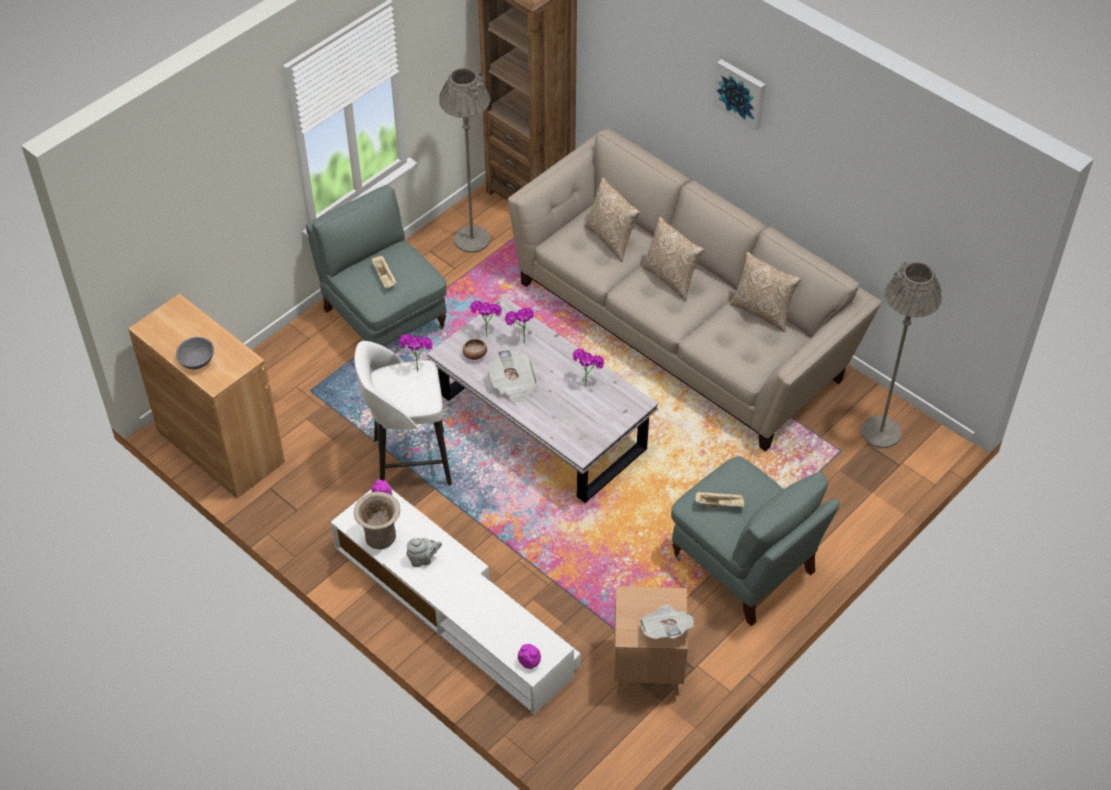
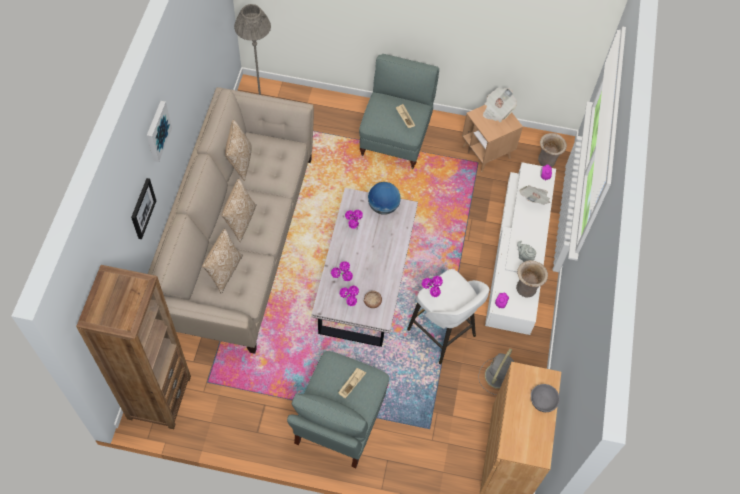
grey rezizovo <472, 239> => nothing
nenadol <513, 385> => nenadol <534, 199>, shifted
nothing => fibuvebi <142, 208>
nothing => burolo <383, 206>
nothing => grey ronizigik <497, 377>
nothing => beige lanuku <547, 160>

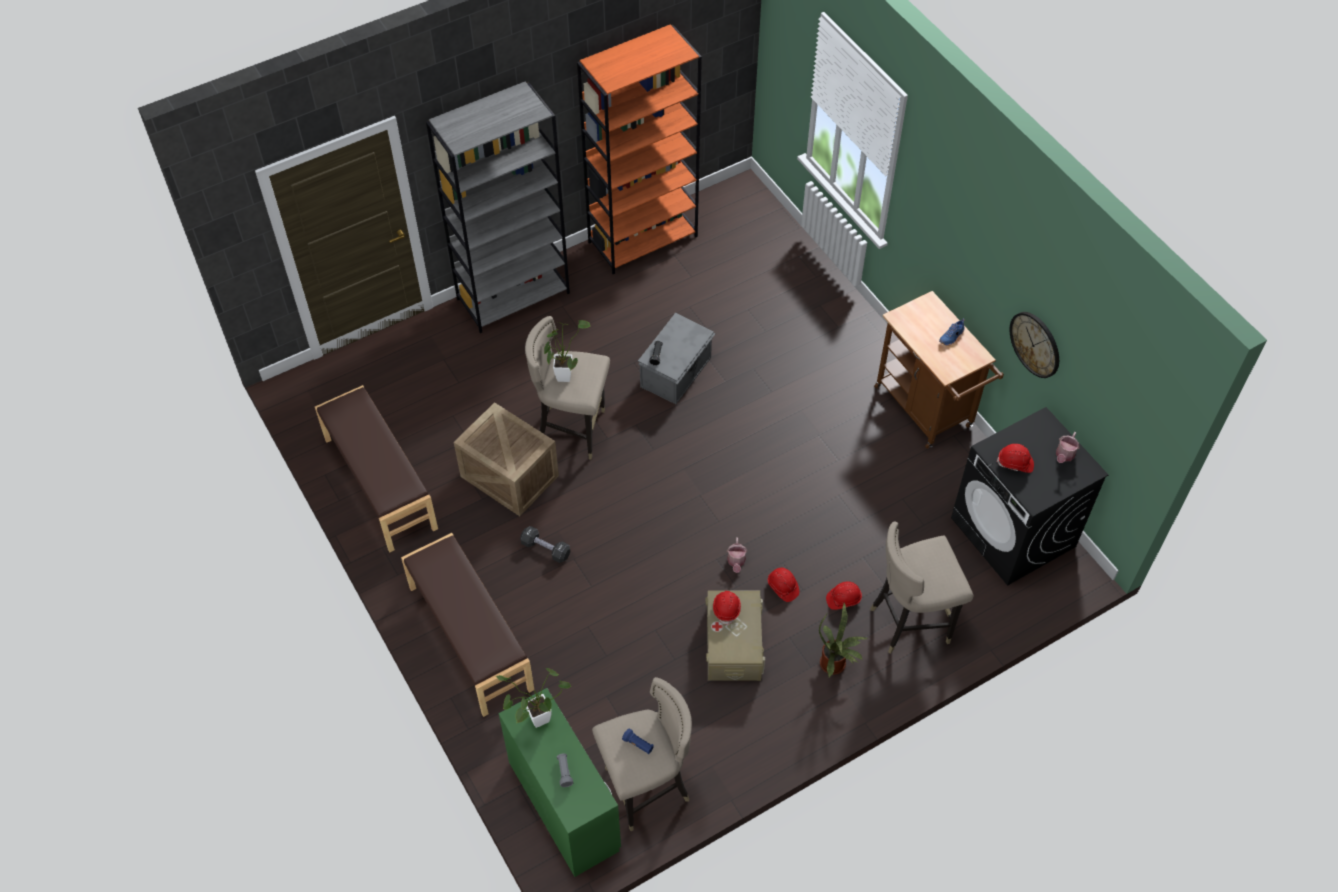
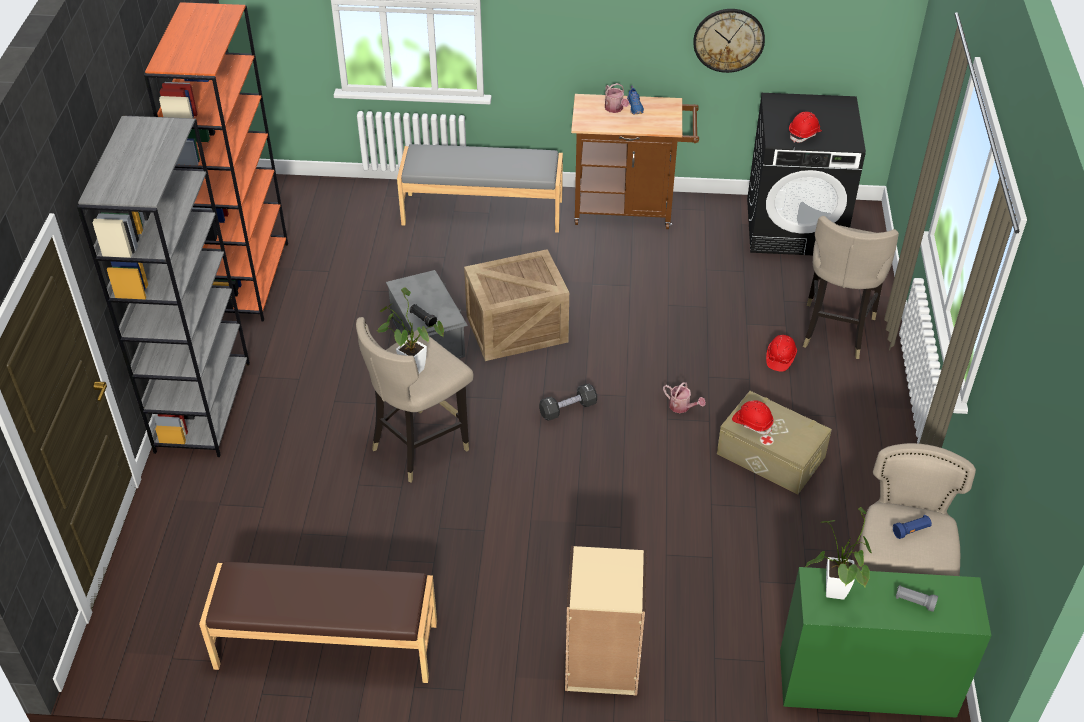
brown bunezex <469, 638> => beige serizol <602, 663>
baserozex <511, 476> => baserozex <518, 328>, shifted
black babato <545, 549> => black babato <568, 409>, shifted
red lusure <782, 587> => nothing
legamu <835, 664> => nothing
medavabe <1064, 456> => medavabe <615, 109>, shifted
nothing => grey bunezex <482, 211>

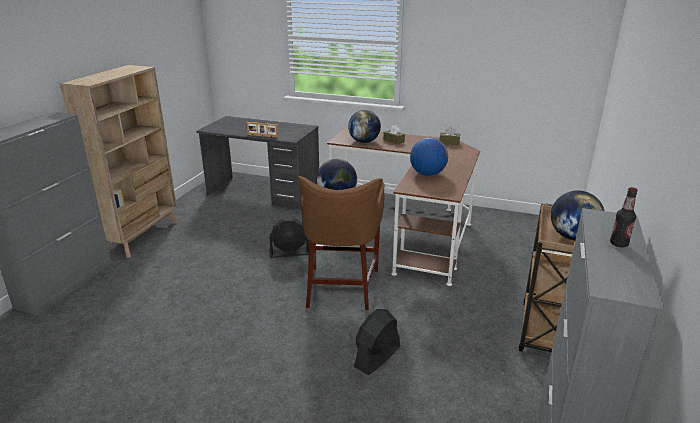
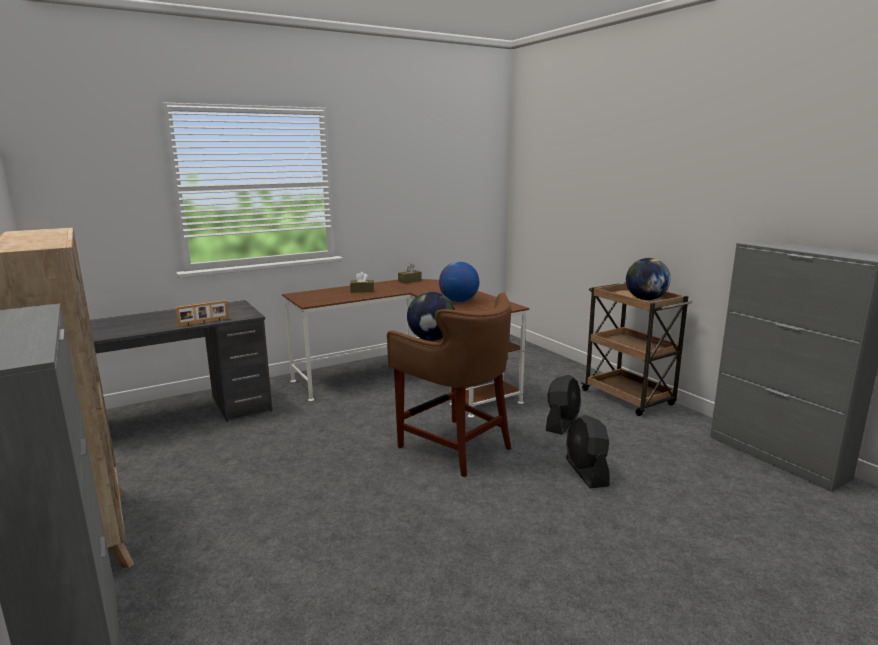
black ronizigik <290, 253> => black ronizigik <562, 423>, shifted
burolo <364, 141> => nothing
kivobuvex <619, 244> => nothing

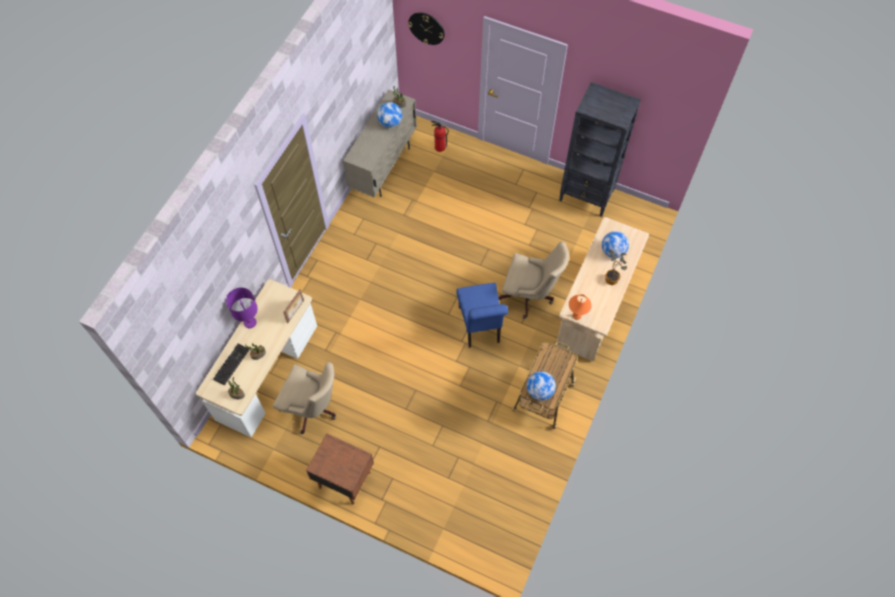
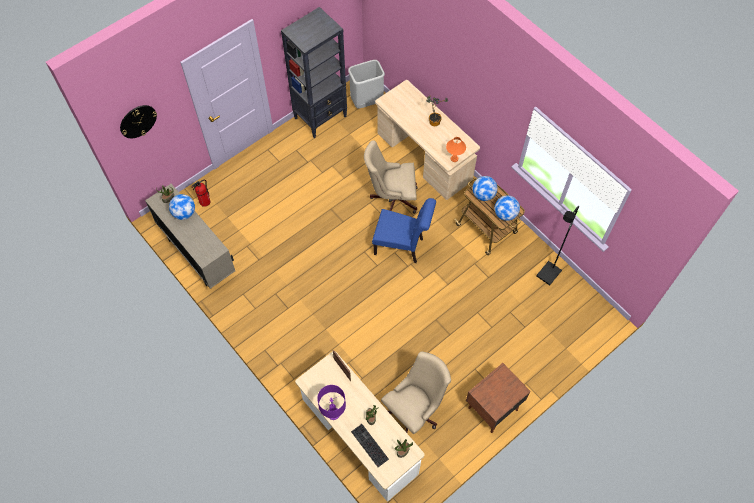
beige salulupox <529, 296> => beige salulupox <391, 198>, 135 degrees counterclockwise
burolo <613, 251> => burolo <483, 195>, shifted
nothing => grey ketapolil <367, 101>
nothing => black rezizovo <549, 274>

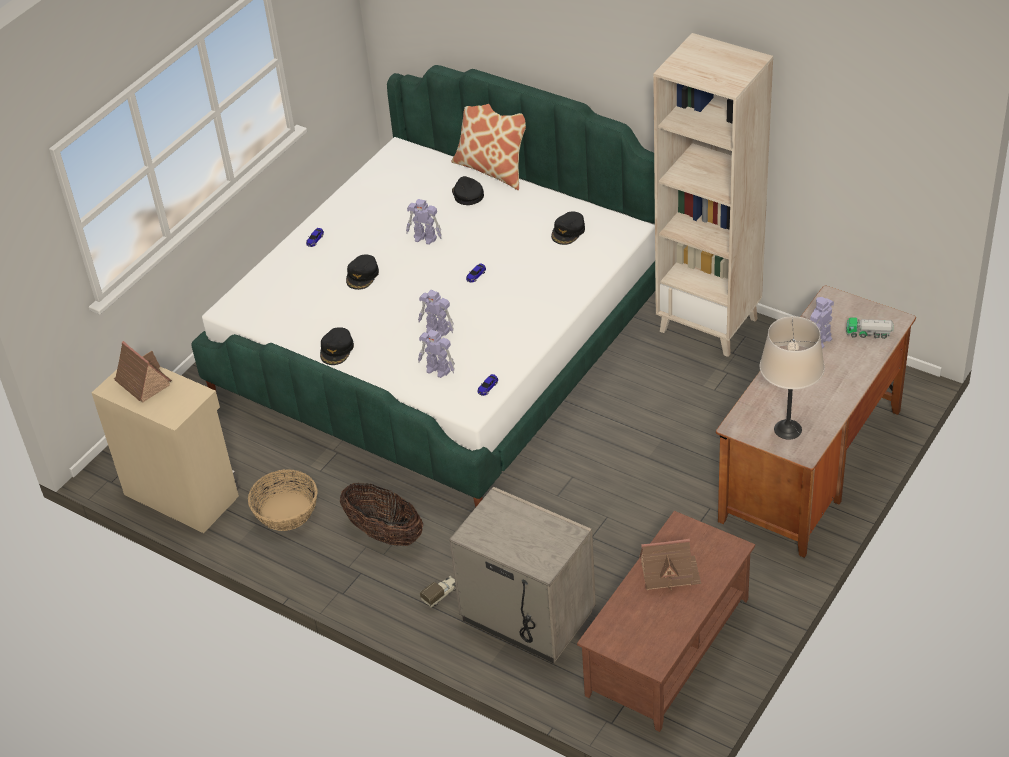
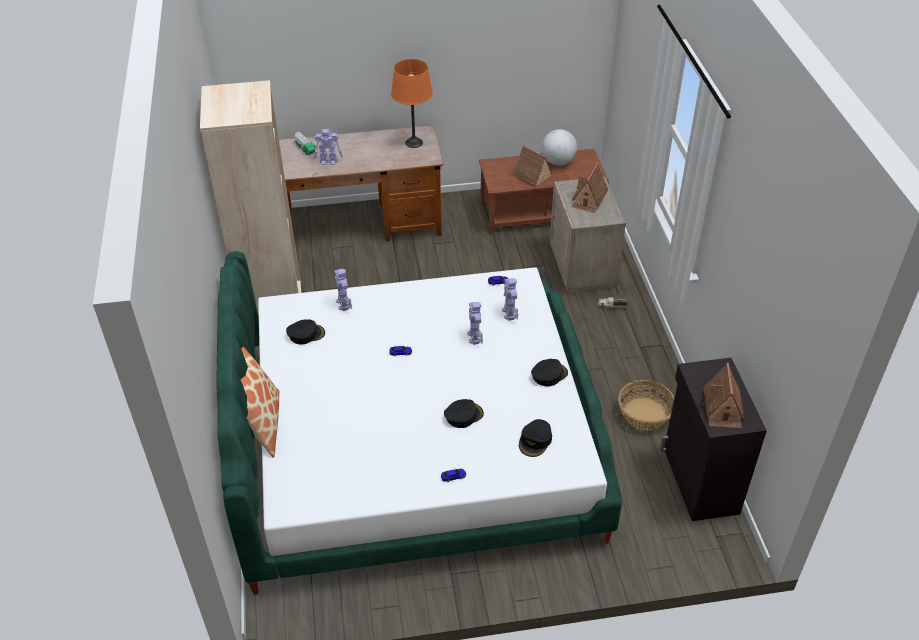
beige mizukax <182, 494> => black mizukax <699, 481>
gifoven <384, 533> => nothing
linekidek <425, 238> => linekidek <343, 303>, shifted
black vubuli <467, 194> => black vubuli <535, 441>, shifted
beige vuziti <787, 429> => orange vuziti <414, 142>
nothing => burolo <558, 162>
nothing => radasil <589, 199>

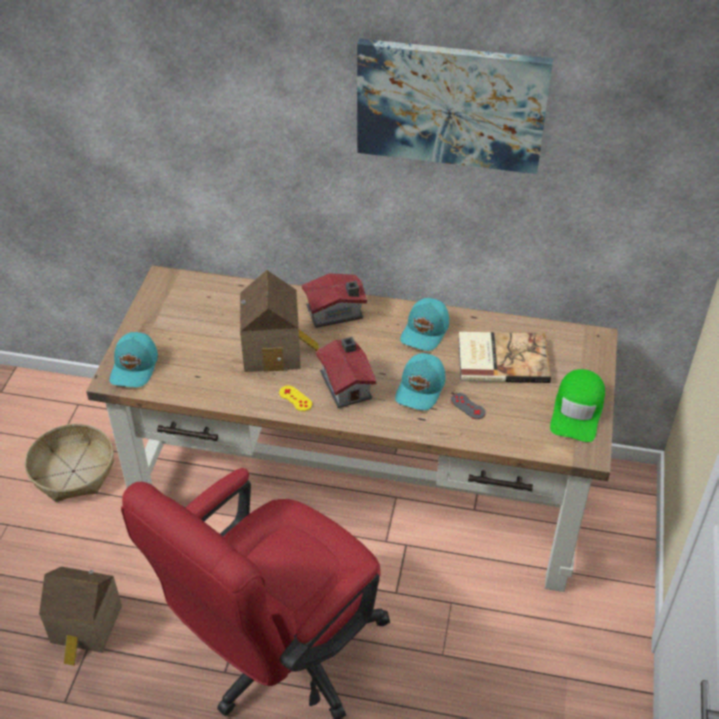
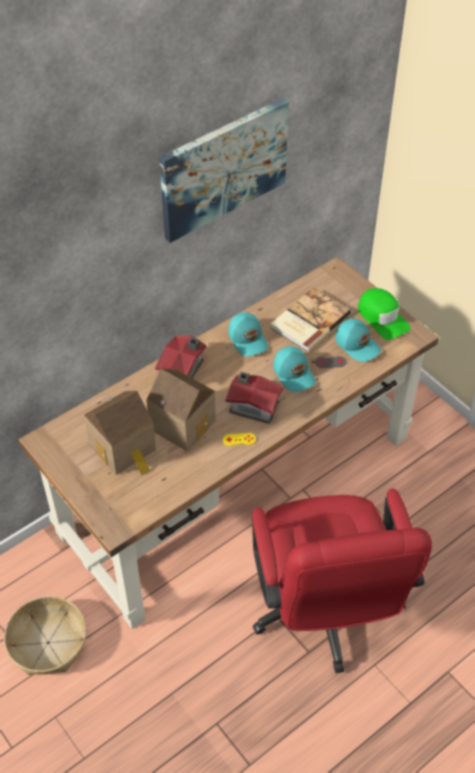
radasil <86, 627> => radasil <125, 449>, shifted
turquoise vubuli <135, 367> => turquoise vubuli <357, 344>, shifted

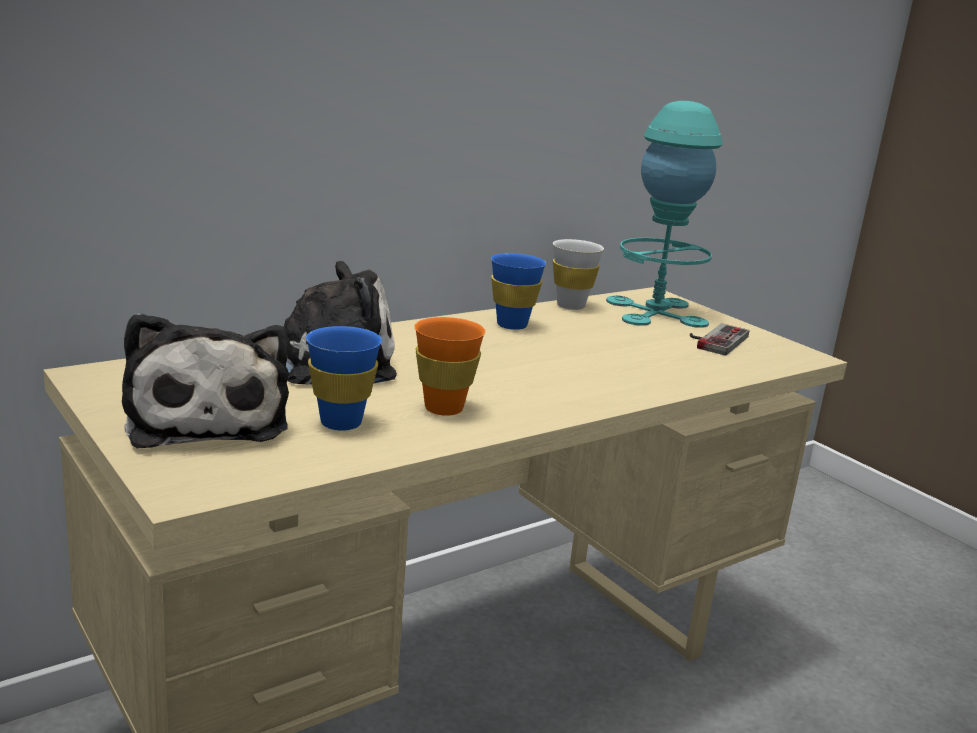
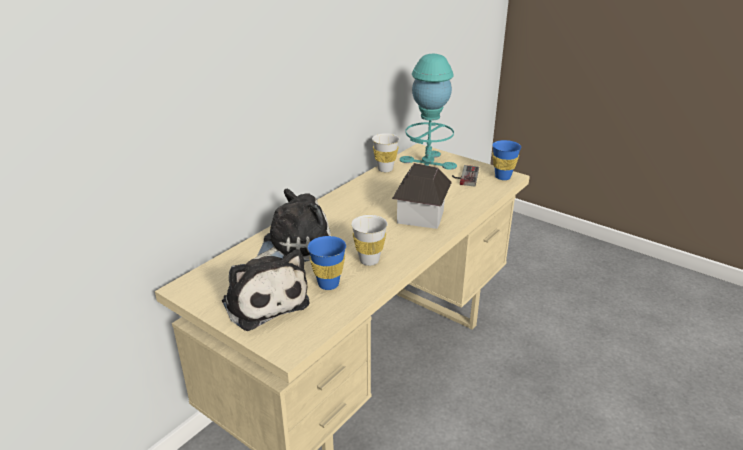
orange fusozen <443, 408> => white fusozen <369, 260>
blue fusozen <512, 325> => blue fusozen <502, 177>, shifted
nothing => radasil <421, 216>

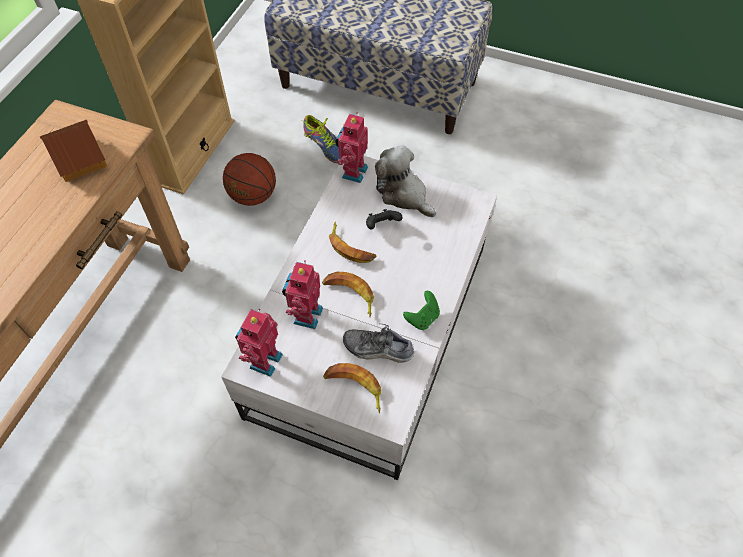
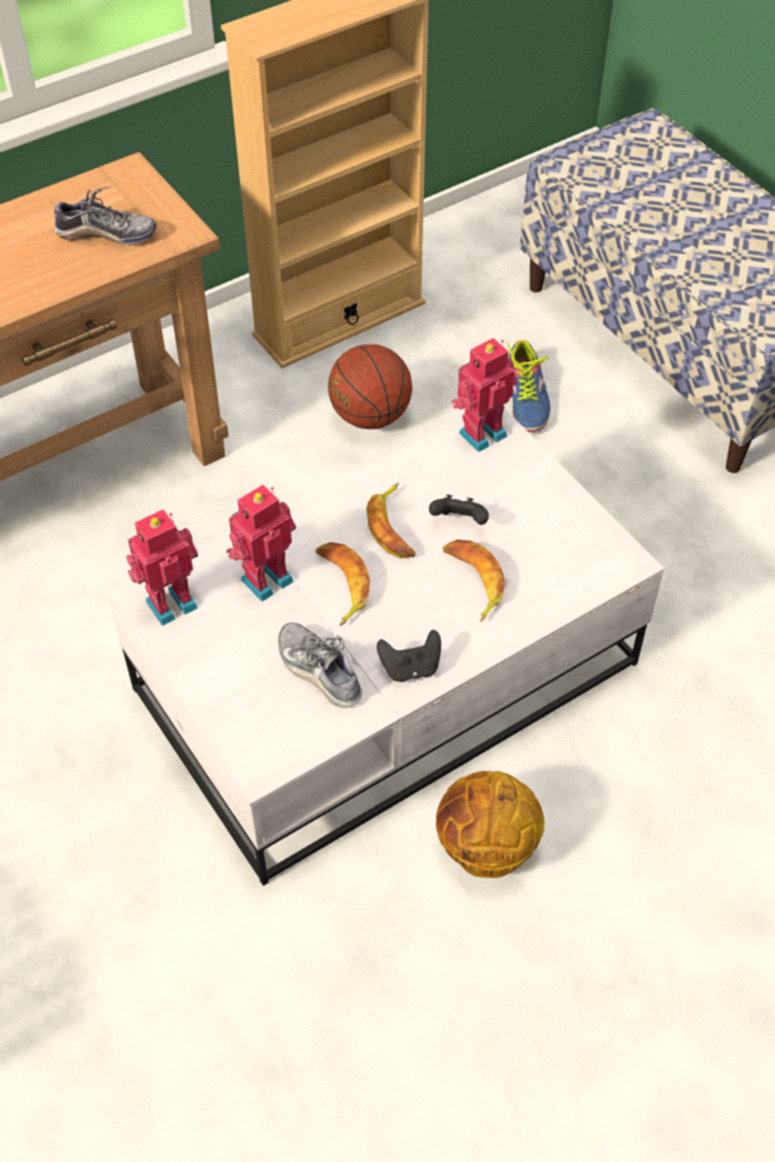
radasil <79, 159> => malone <107, 234>
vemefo <354, 388> => vemefo <472, 582>, shifted
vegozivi <404, 194> => nothing
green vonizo <422, 318> => black vonizo <410, 668>
nothing => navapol <485, 848>

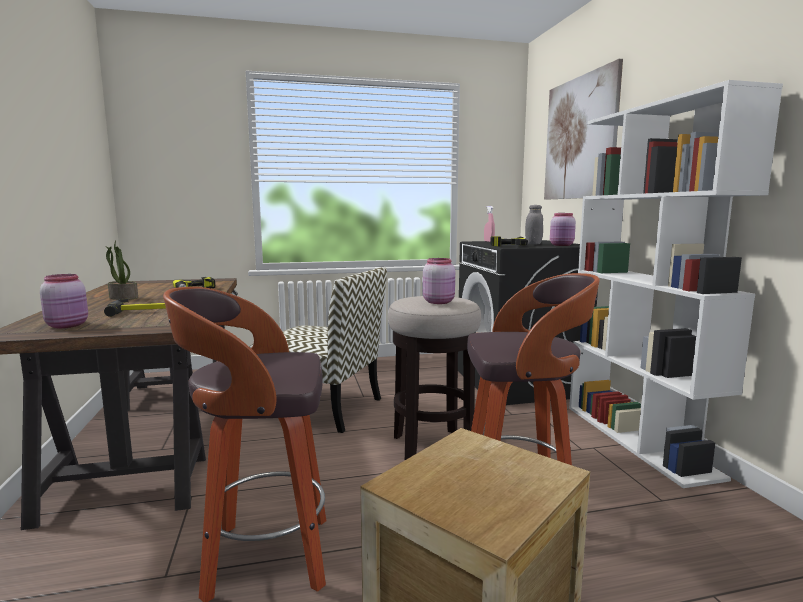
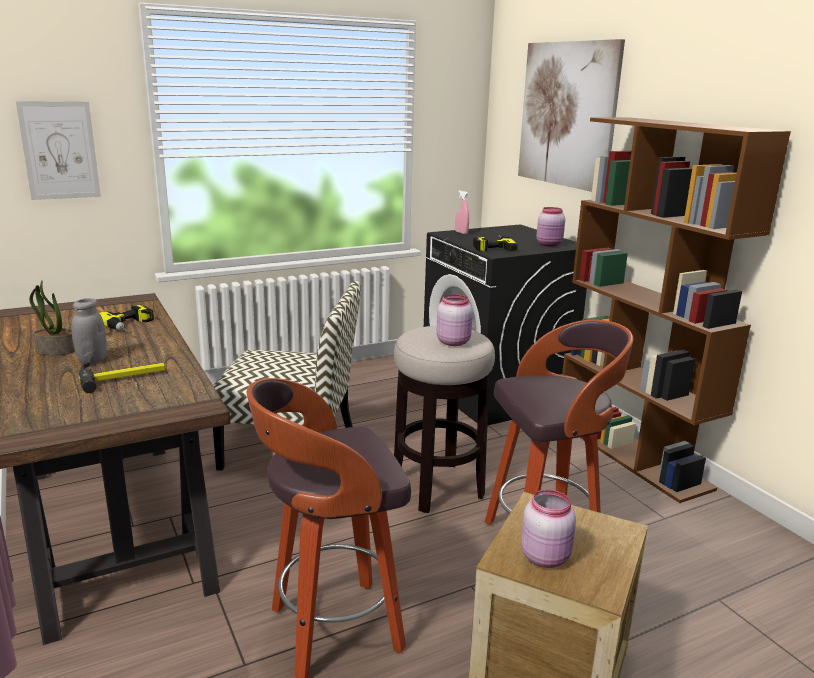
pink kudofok <68, 325> => pink kudofok <546, 556>, shifted
grey kudofok <533, 244> => grey kudofok <92, 360>, shifted
white serizol <639, 439> => brown serizol <631, 454>
nothing => fibuvebi <59, 150>

